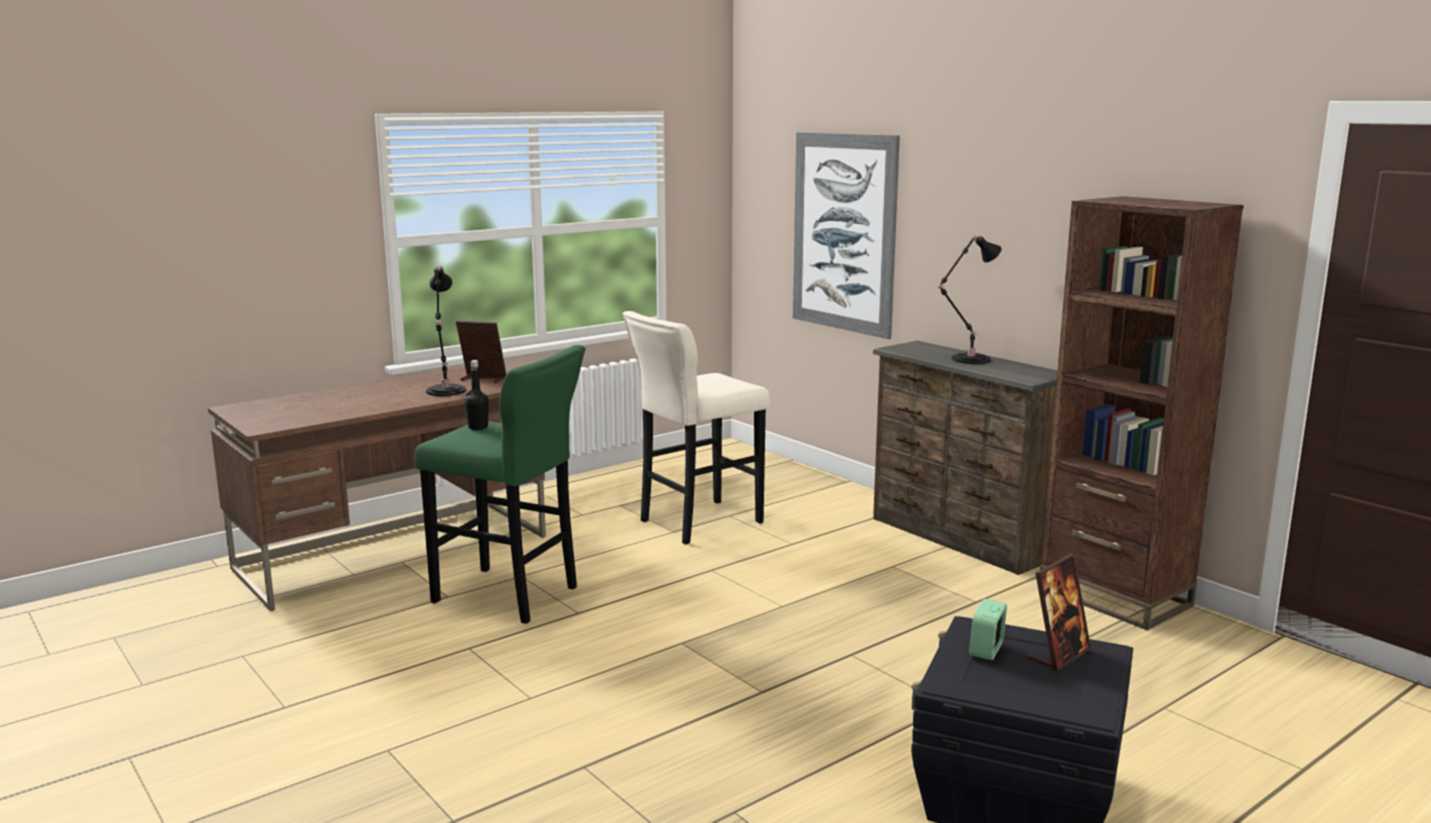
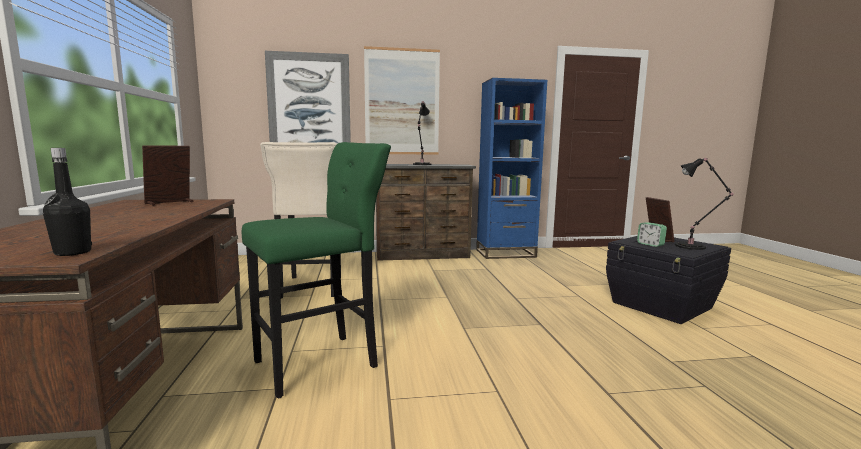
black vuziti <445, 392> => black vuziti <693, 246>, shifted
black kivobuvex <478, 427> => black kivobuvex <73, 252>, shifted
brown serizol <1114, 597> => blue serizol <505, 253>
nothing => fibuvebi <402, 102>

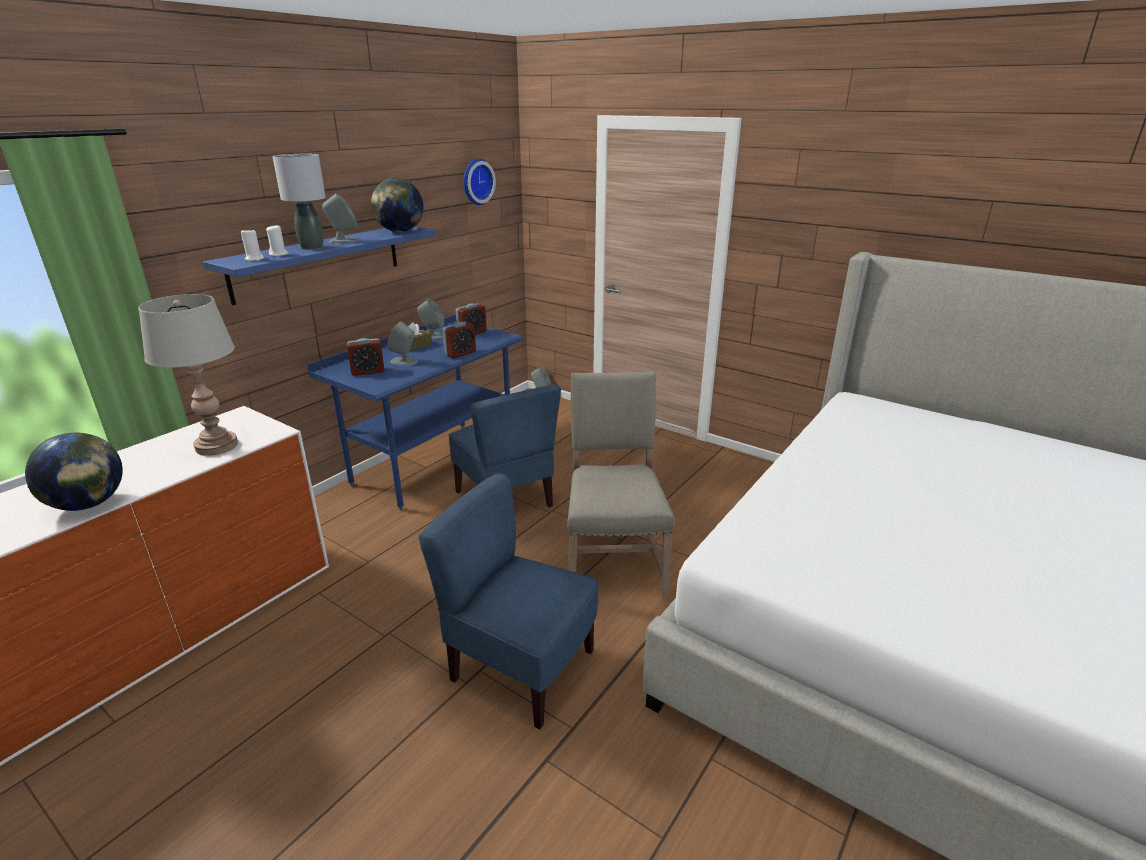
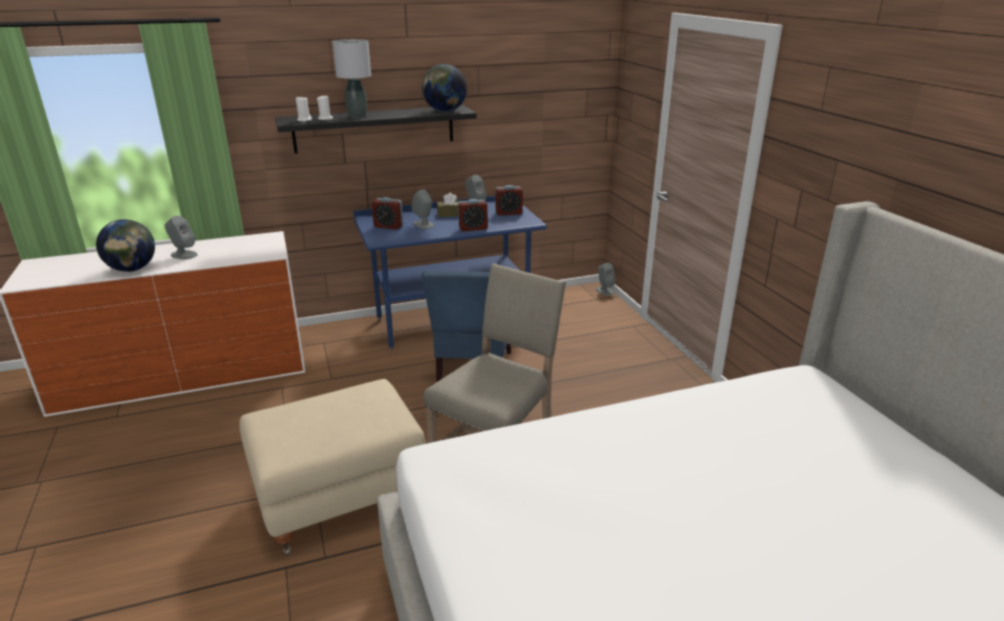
grey vuziti <217, 446> => nothing
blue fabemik <318, 262> => black fabemik <374, 129>
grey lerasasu <343, 240> => grey lerasasu <184, 255>, shifted
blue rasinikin <521, 668> => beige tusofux <340, 498>
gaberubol <476, 181> => nothing

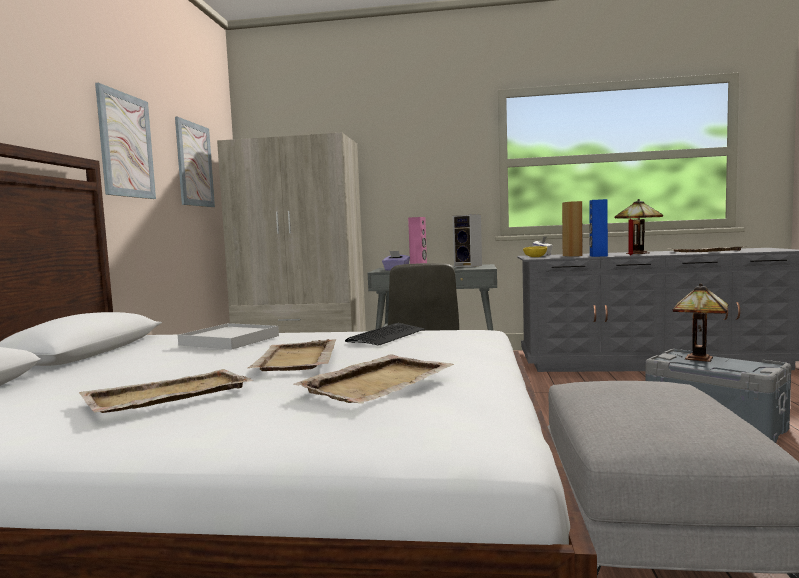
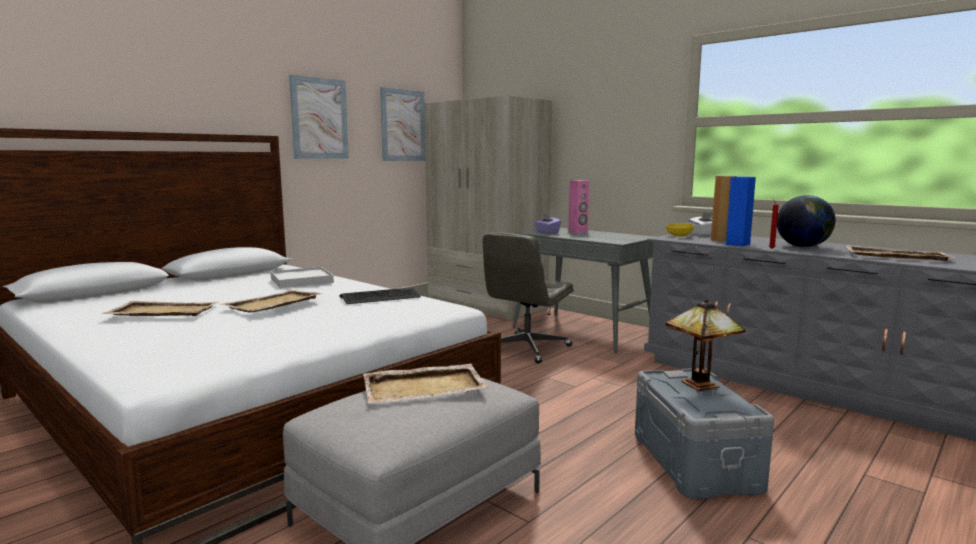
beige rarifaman <379, 382> => beige rarifaman <425, 387>, shifted
lerasasu <469, 266> => nothing
vuziti <638, 253> => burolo <802, 246>

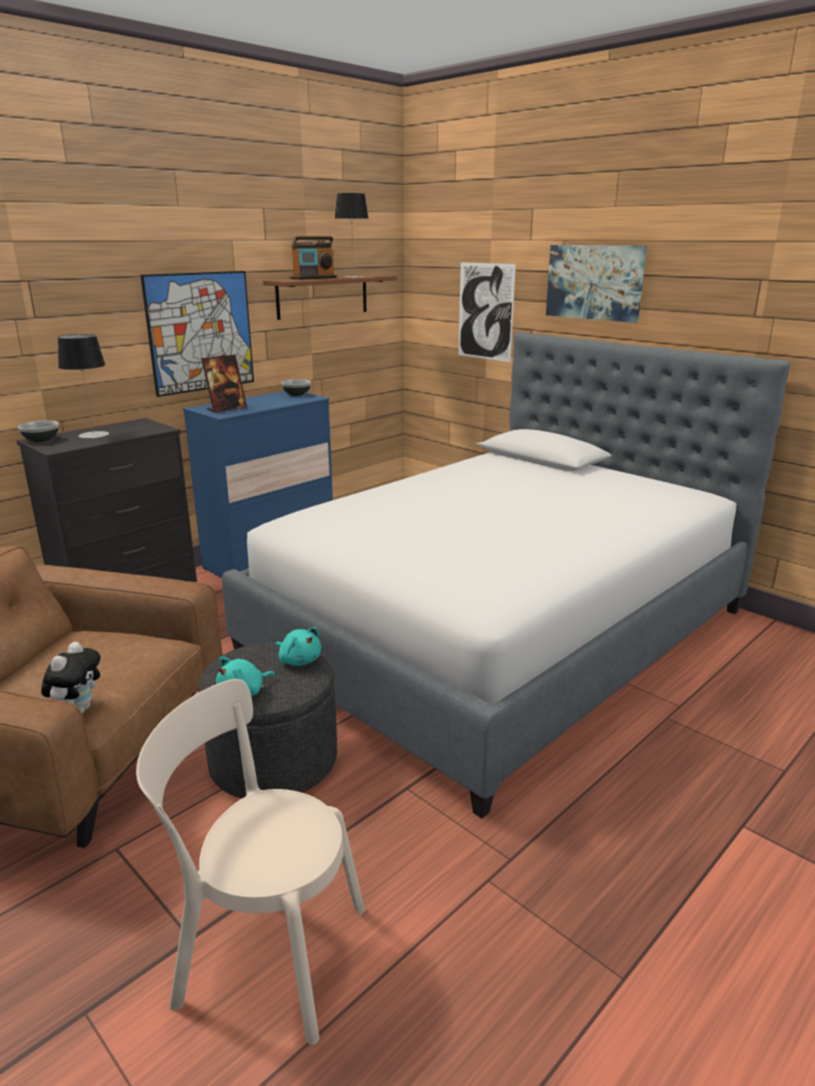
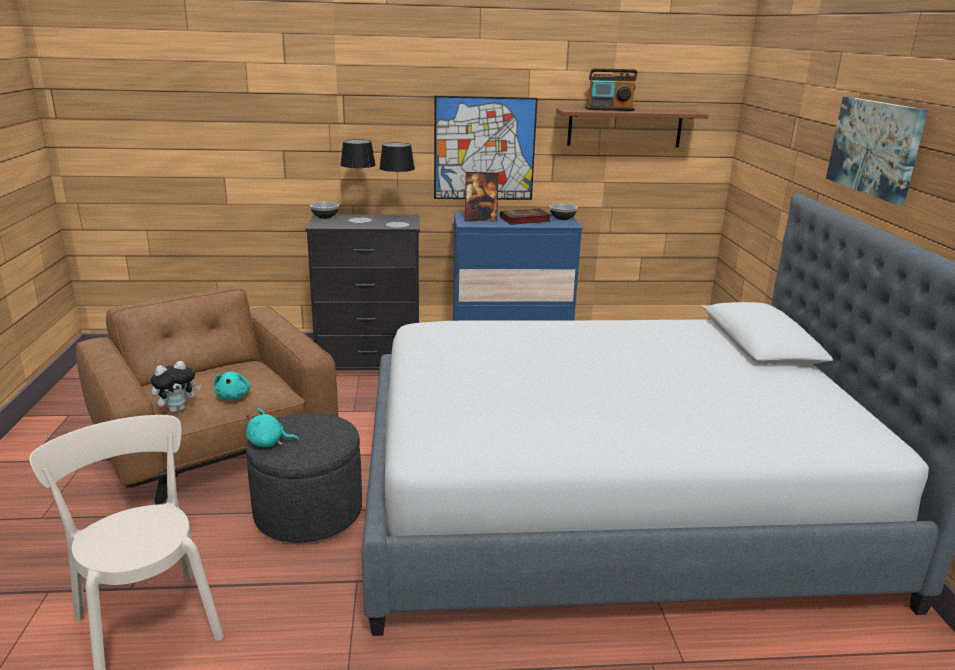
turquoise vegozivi <299, 660> => turquoise vegozivi <233, 396>, shifted
vuziti <353, 276> => vuziti <397, 225>, shifted
fibuvebi <485, 311> => nothing
nothing => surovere <524, 220>

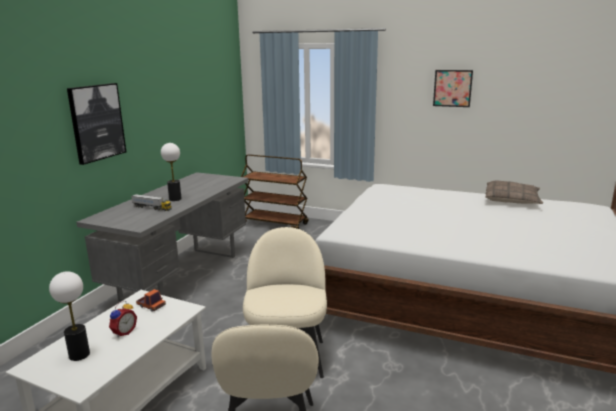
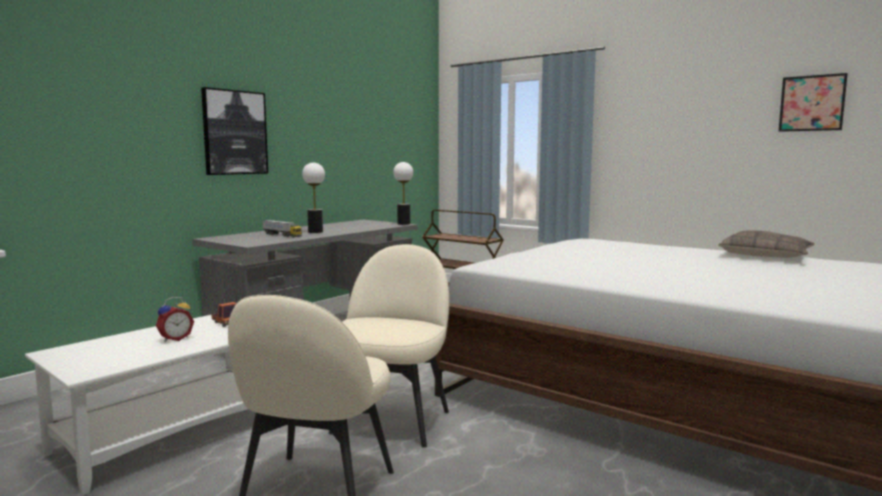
vuziti <79, 354> => vuziti <403, 224>, shifted
fibuvebi <452, 88> => fibuvebi <812, 103>, shifted

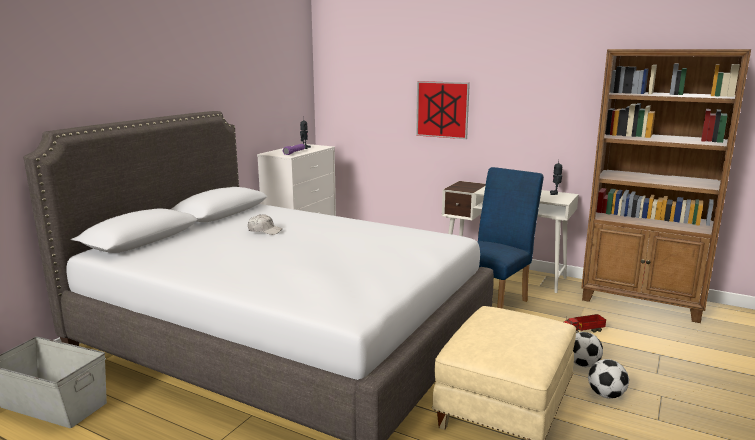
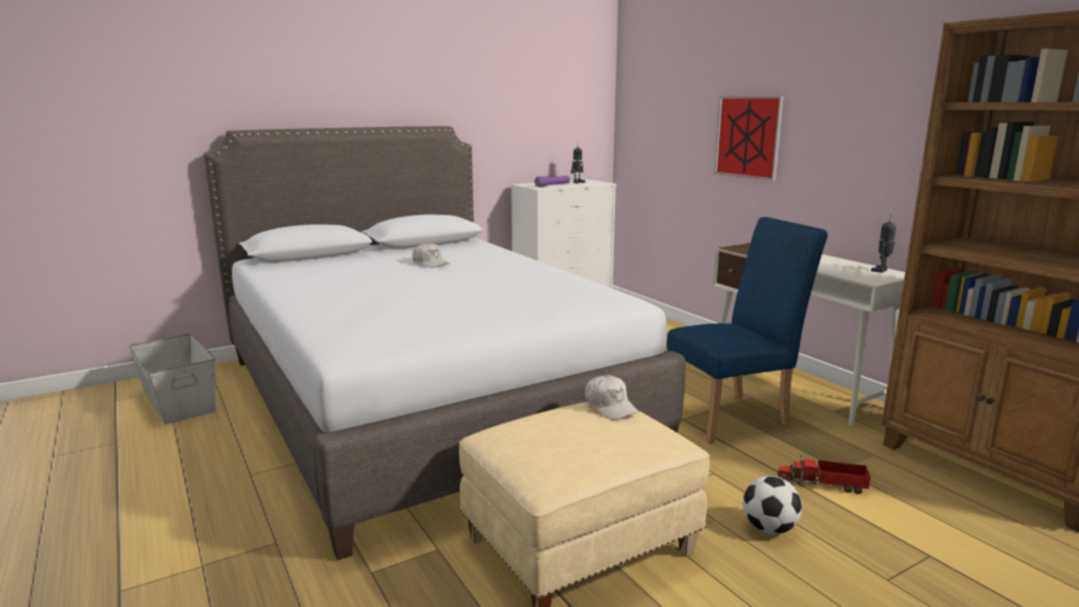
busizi <606, 395> => nothing
nothing => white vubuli <610, 406>

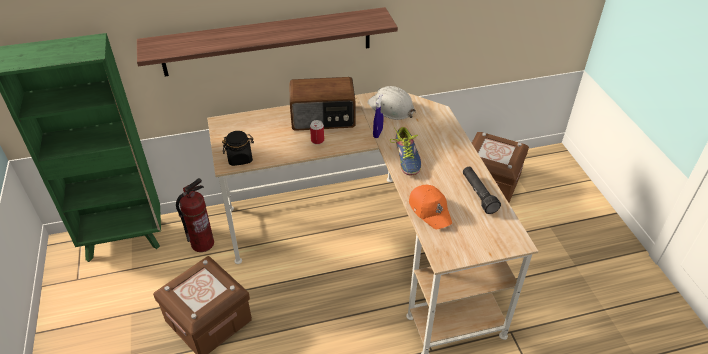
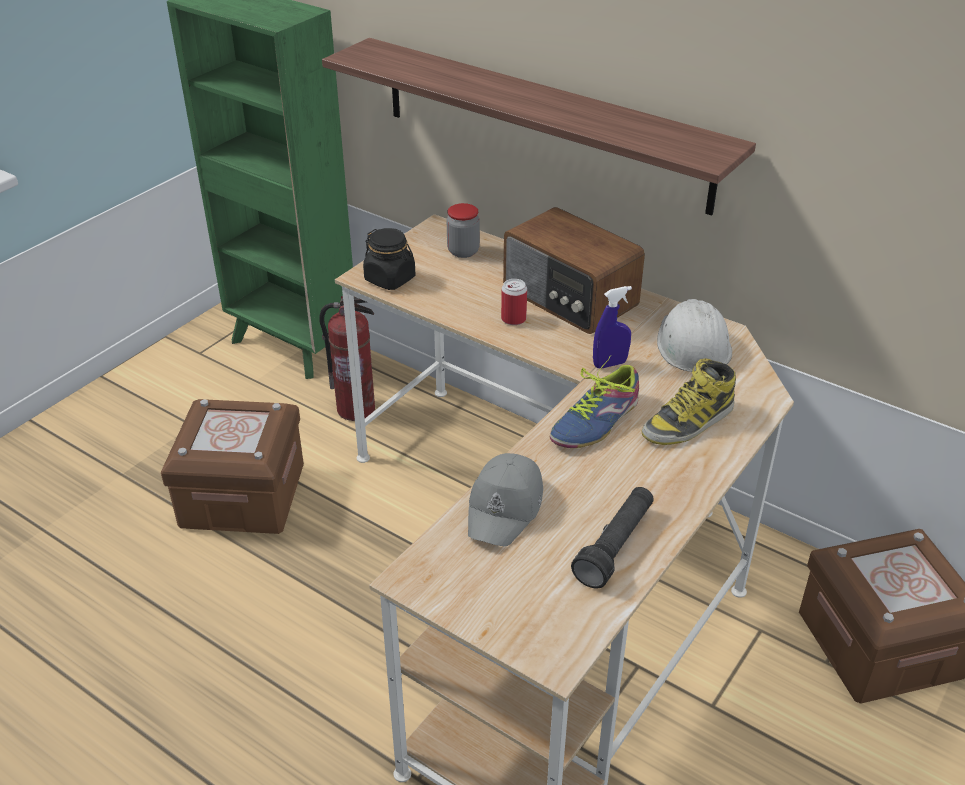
orange vubuli <430, 210> => grey vubuli <506, 508>
nothing => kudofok <463, 251>
nothing => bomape <688, 422>

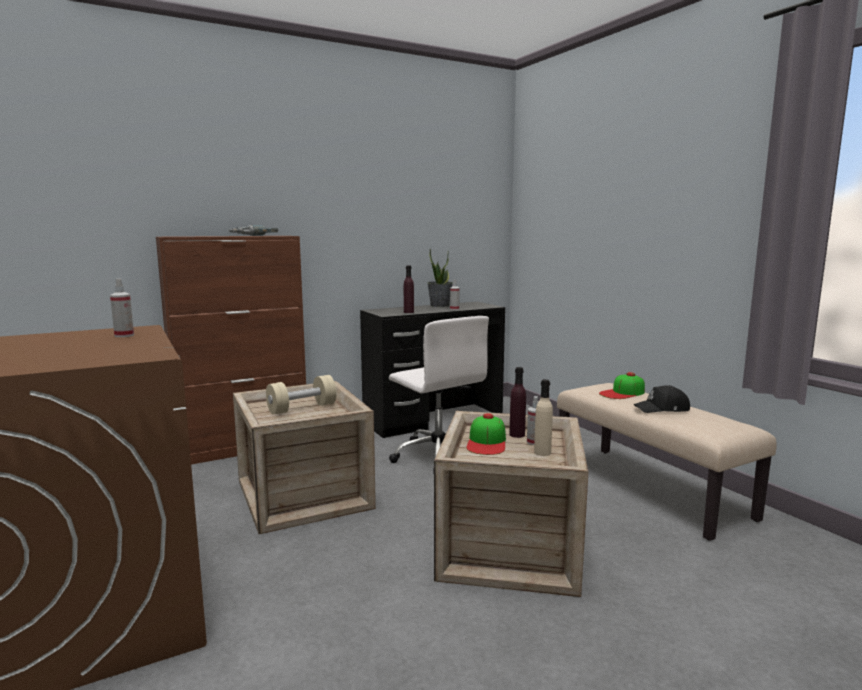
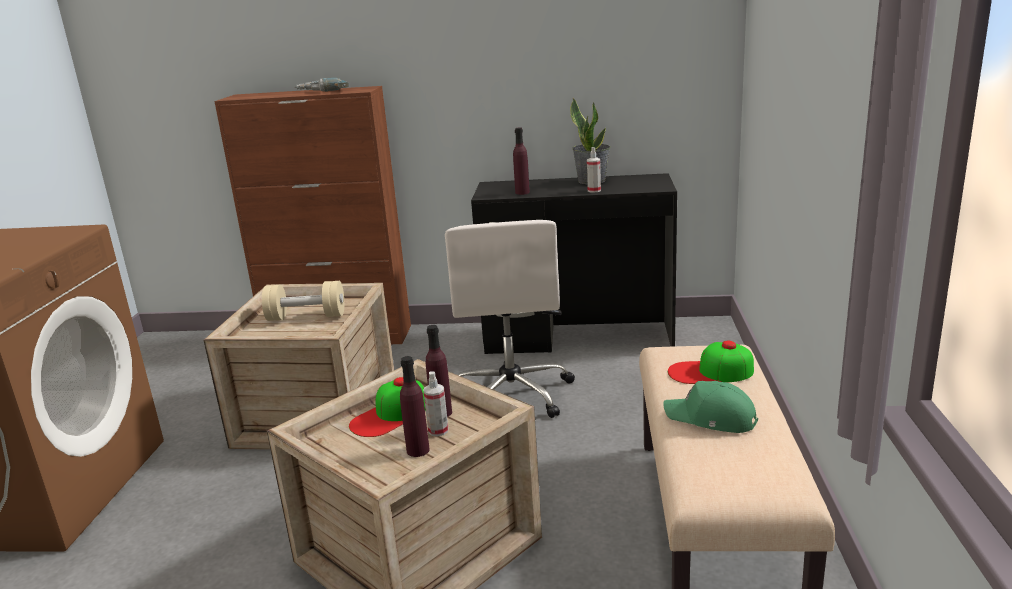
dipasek <124, 335> => nothing
beige kivobuvex <542, 452> => purple kivobuvex <418, 450>
black vubuli <662, 409> => green vubuli <711, 418>

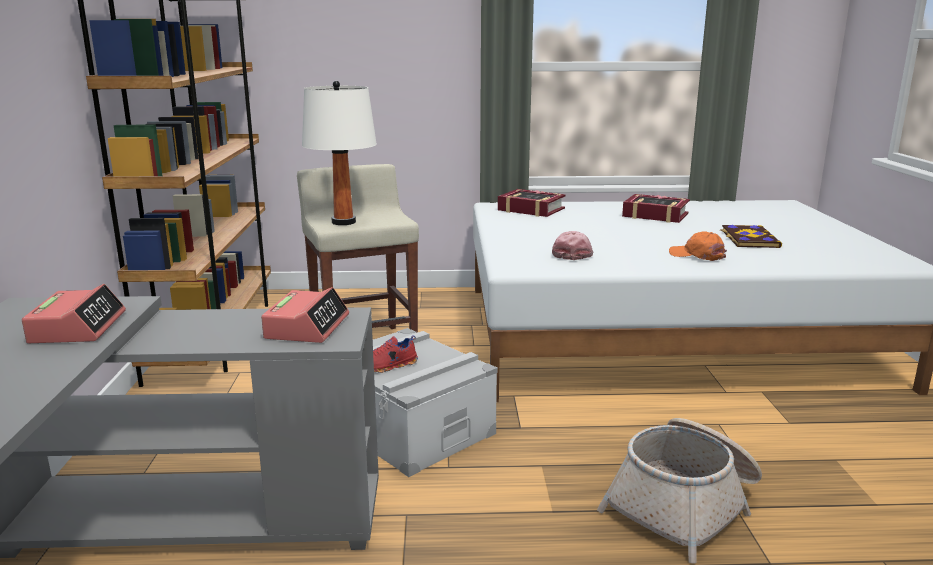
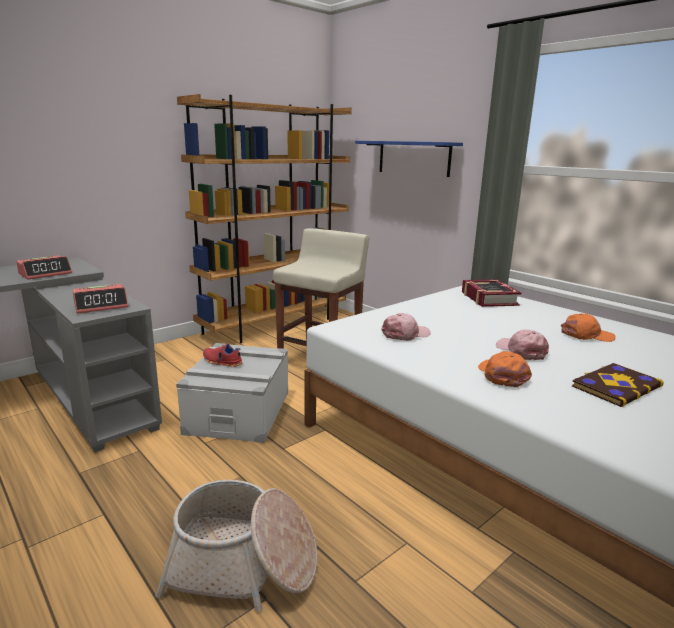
white vuziti <343, 222> => nothing
surovere <655, 215> => orange vubuli <586, 335>
nothing => blue fabemik <413, 158>
nothing => pink vubuli <521, 351>

